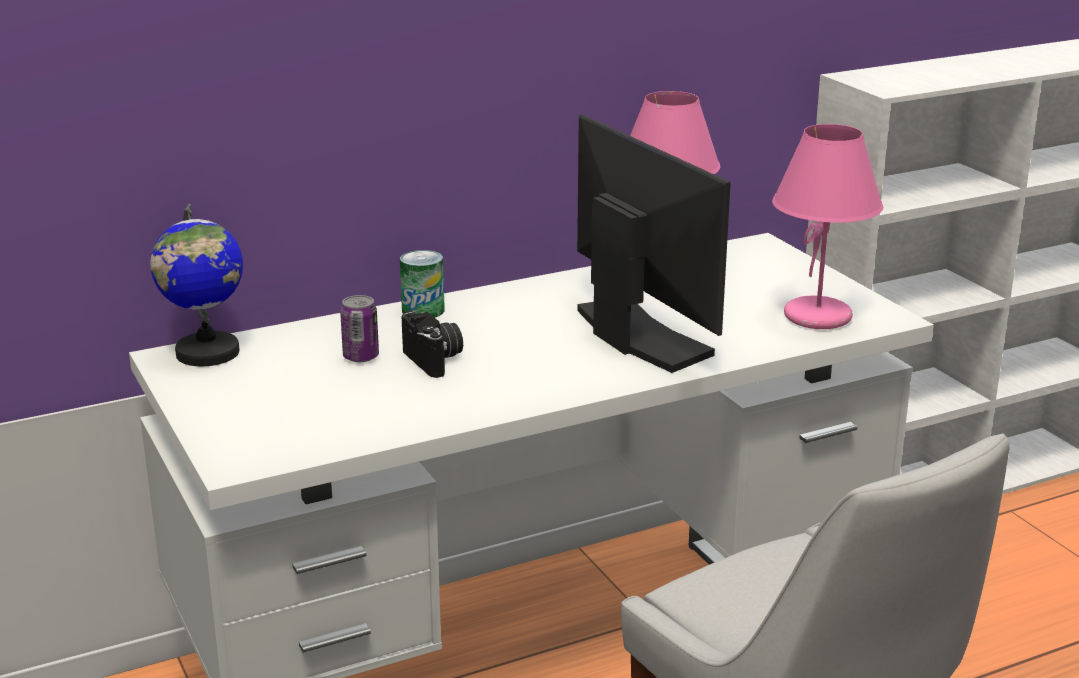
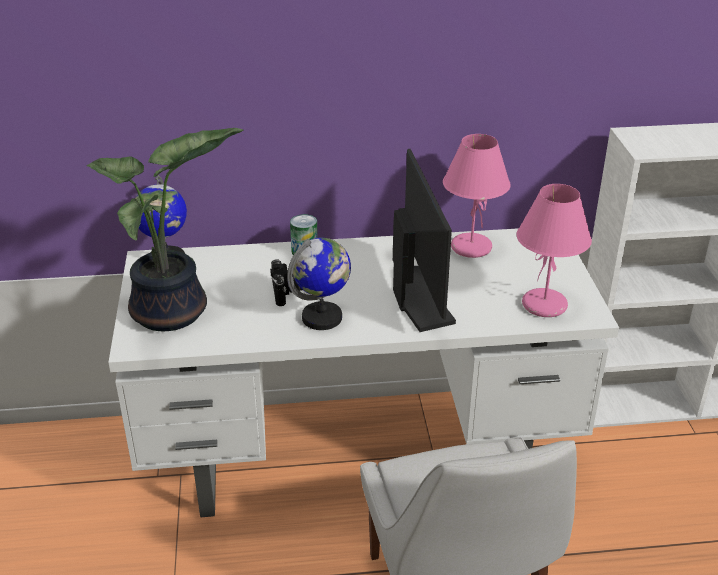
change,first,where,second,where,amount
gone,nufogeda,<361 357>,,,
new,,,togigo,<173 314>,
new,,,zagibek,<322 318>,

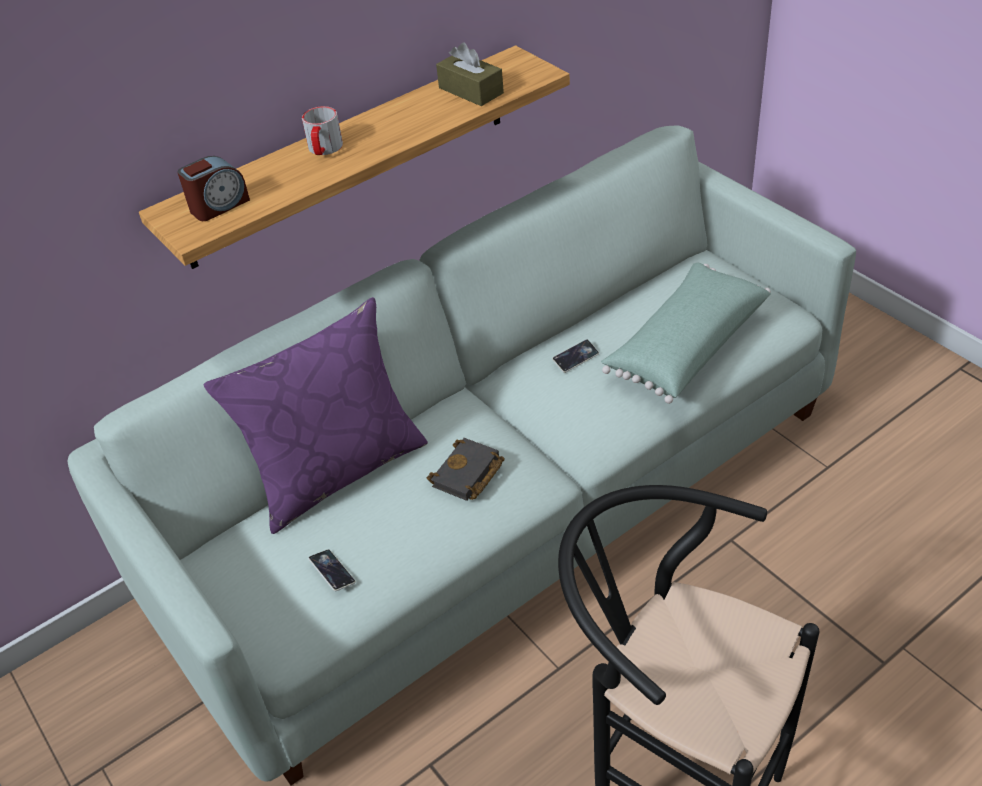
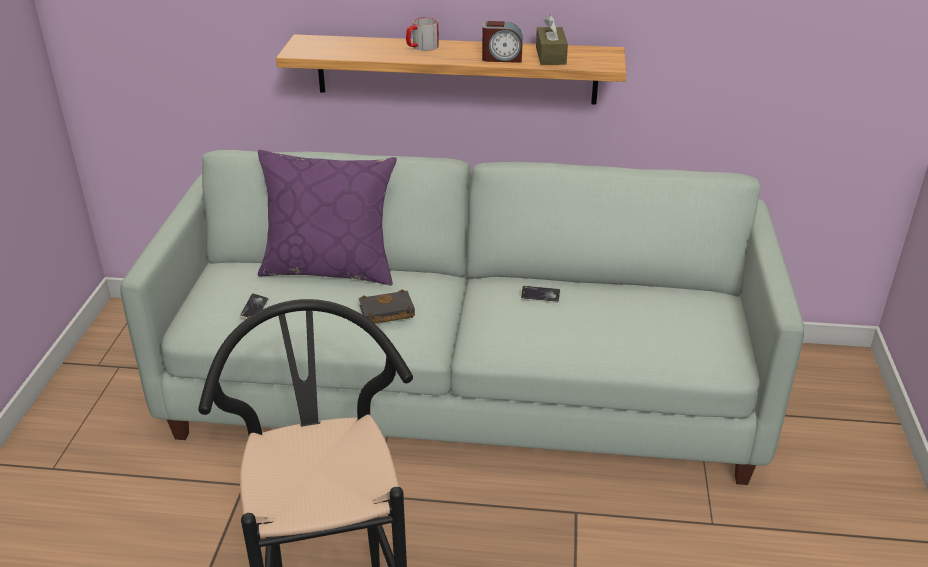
change,first,where,second,where,amount
shifted,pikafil,<219 206>,,<502 58>,
gone,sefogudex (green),<685 346>,,,

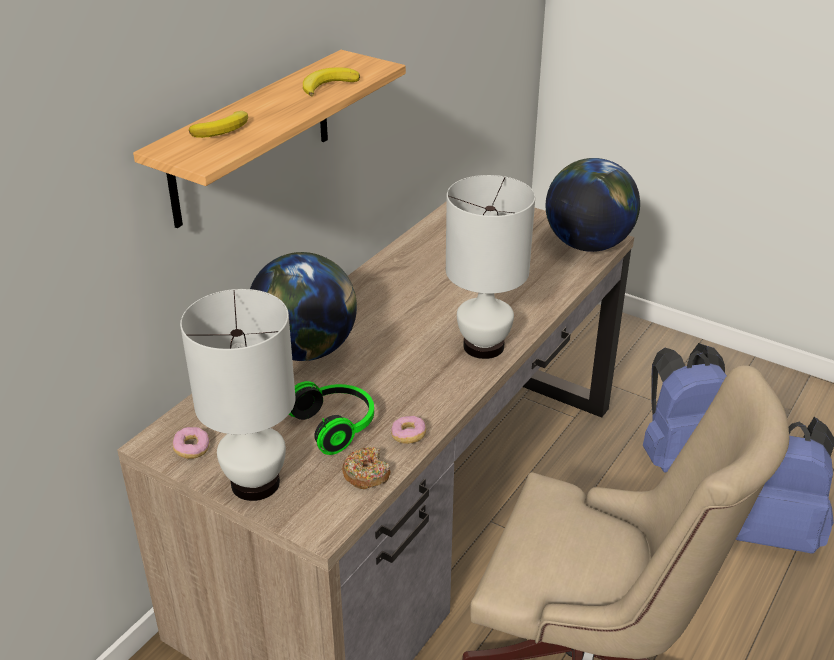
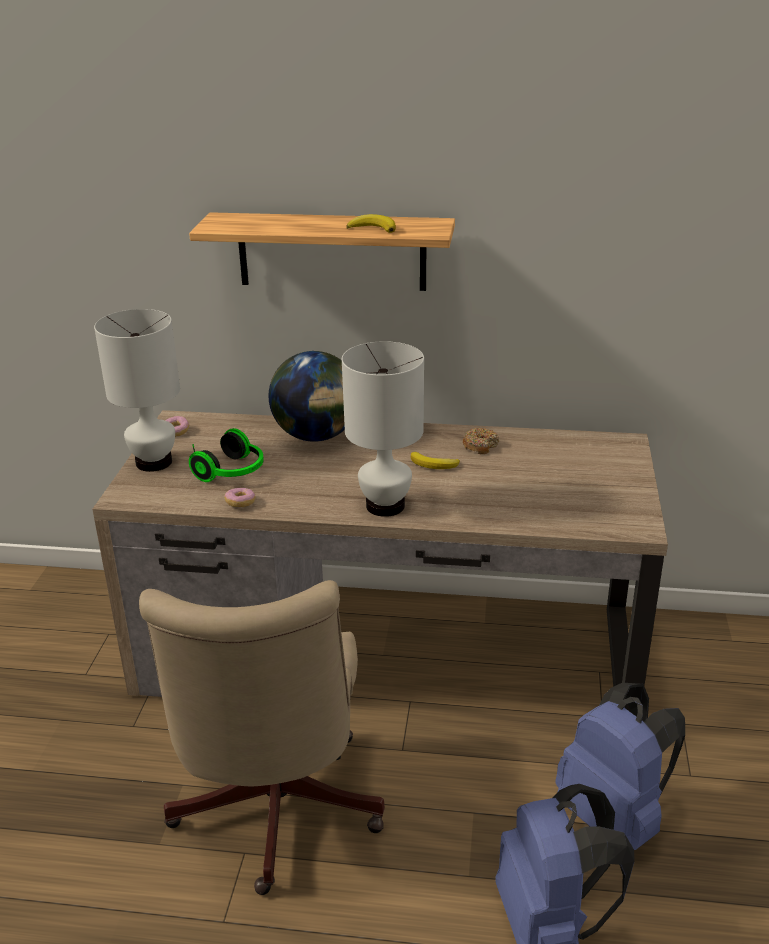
change,first,where,second,where,amount
shifted,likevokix,<223 129>,,<434 465>,
shifted,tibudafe,<366 474>,,<480 446>,
gone,zagibek,<587 244>,,,

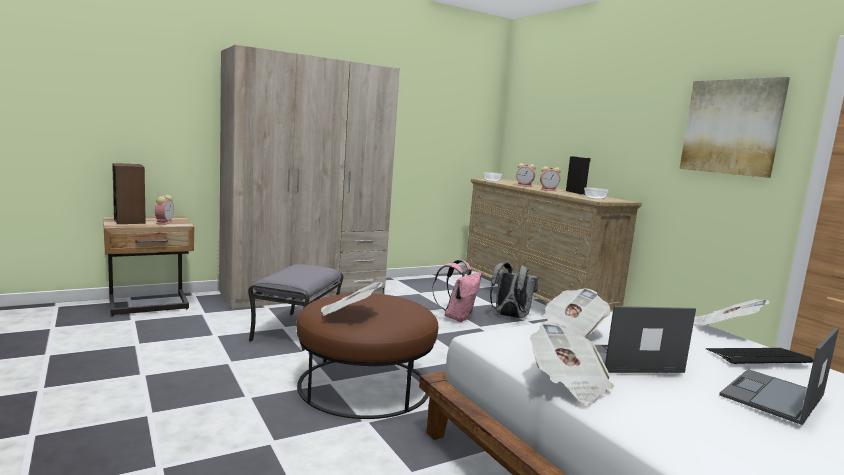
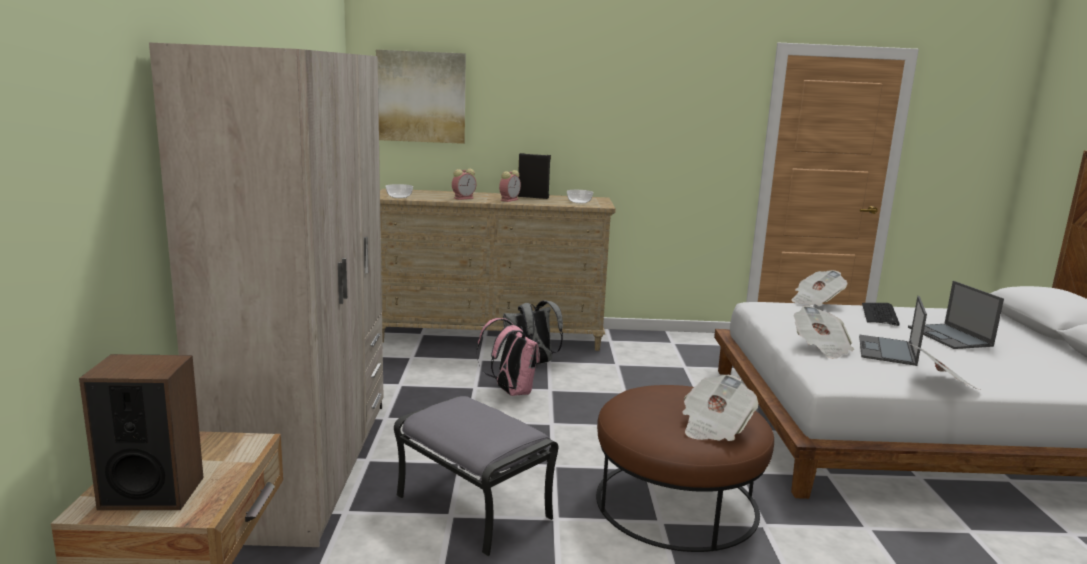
change,first,where,second,where,amount
gone,pikafil,<164 222>,,,
shifted,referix,<731 127>,,<421 97>,

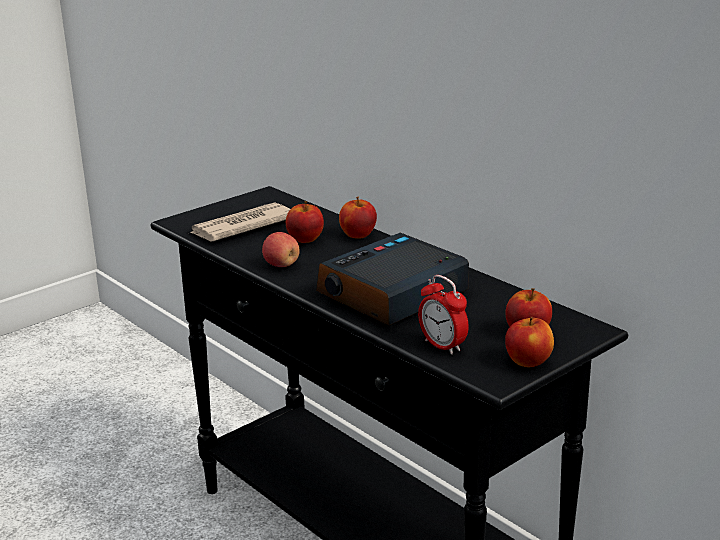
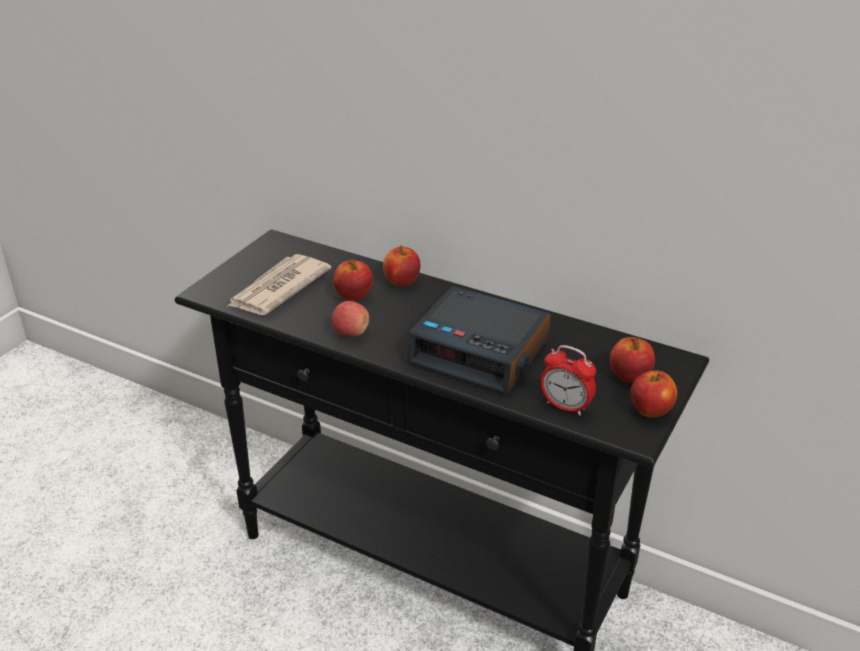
change,first,where,second,where,amount
rotated,pikafil,<392 294>,,<481 351>,90 degrees counterclockwise

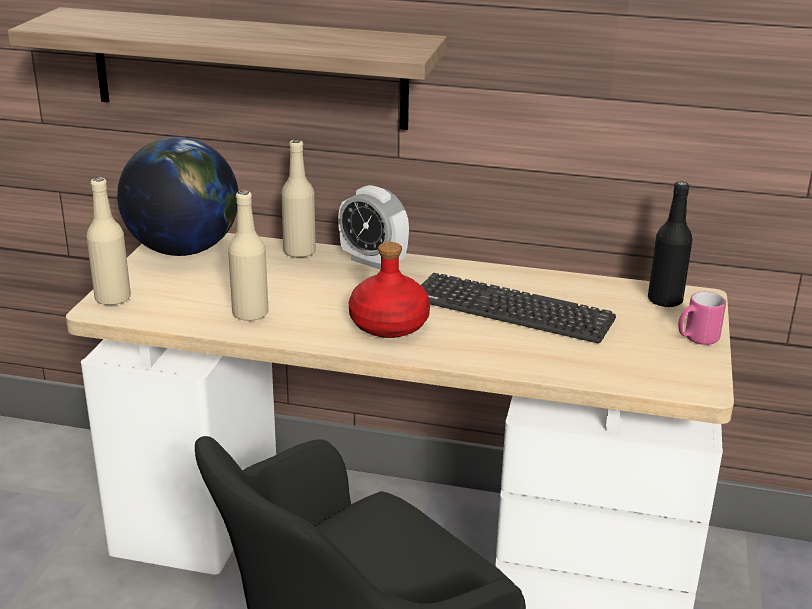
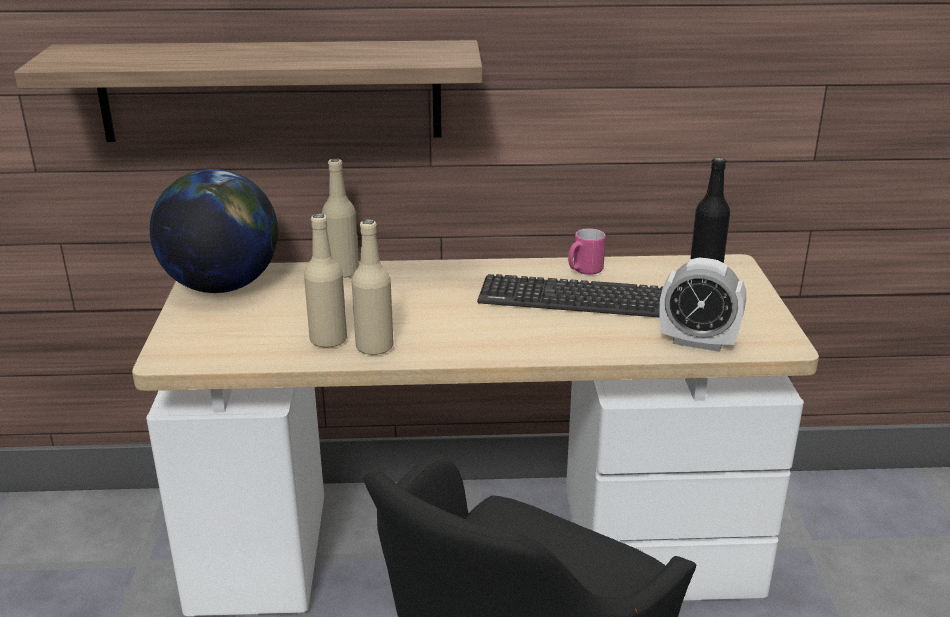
change,first,where,second,where,amount
shifted,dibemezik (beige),<113 299>,,<374 347>,
shifted,pikafil,<373 261>,,<697 342>,
gone,dibemezik (red),<388 325>,,,
shifted,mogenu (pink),<696 339>,,<584 271>,

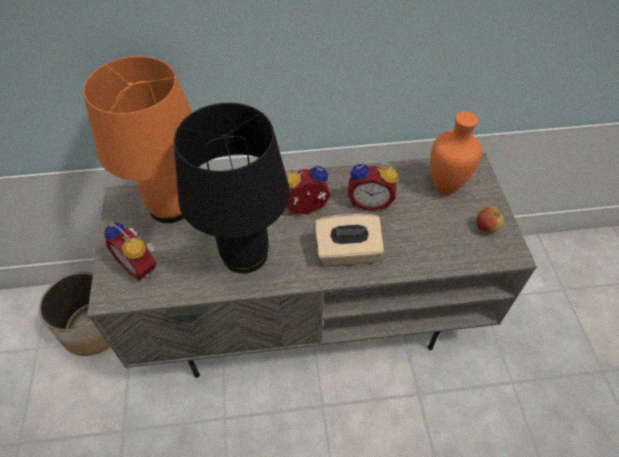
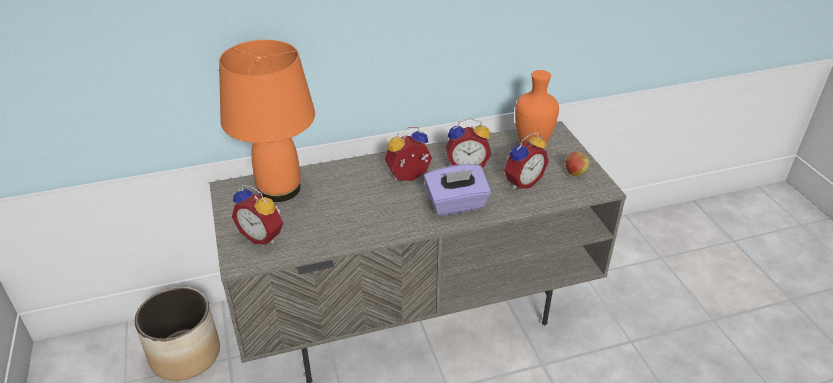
change,first,where,second,where,amount
gone,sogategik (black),<243 254>,,,
repainted,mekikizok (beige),<347 253>,mekikizok (purple),<456 204>,
new,,,pikafil,<521 182>,

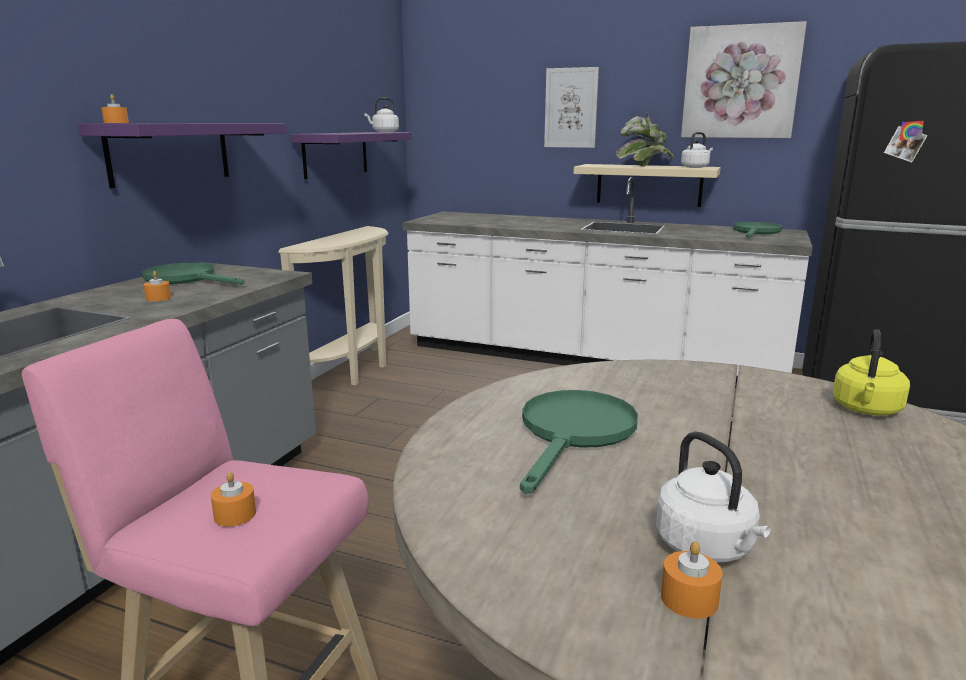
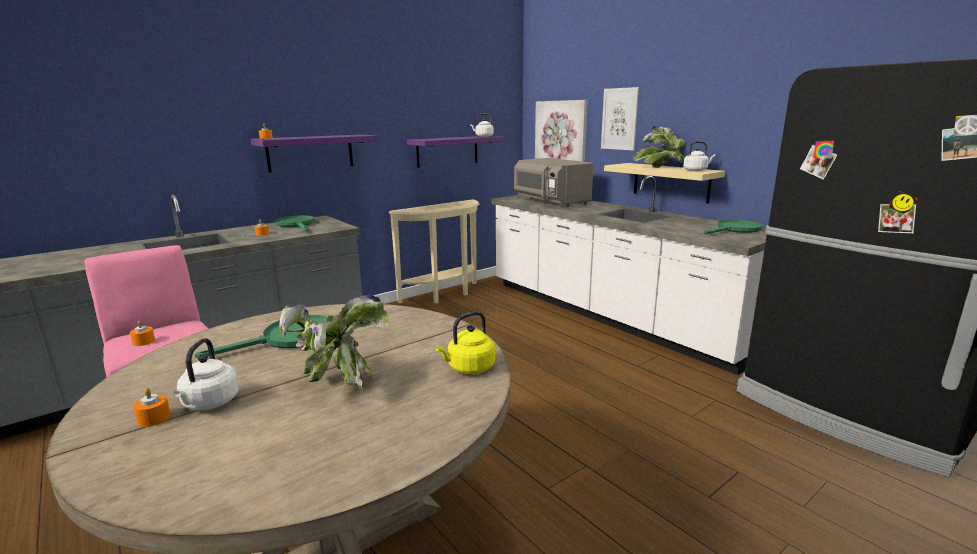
change,first,where,second,where,amount
shifted,referix,<740 82>,,<561 135>,
new,,,togigo,<337 381>,
new,,,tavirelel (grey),<551 201>,

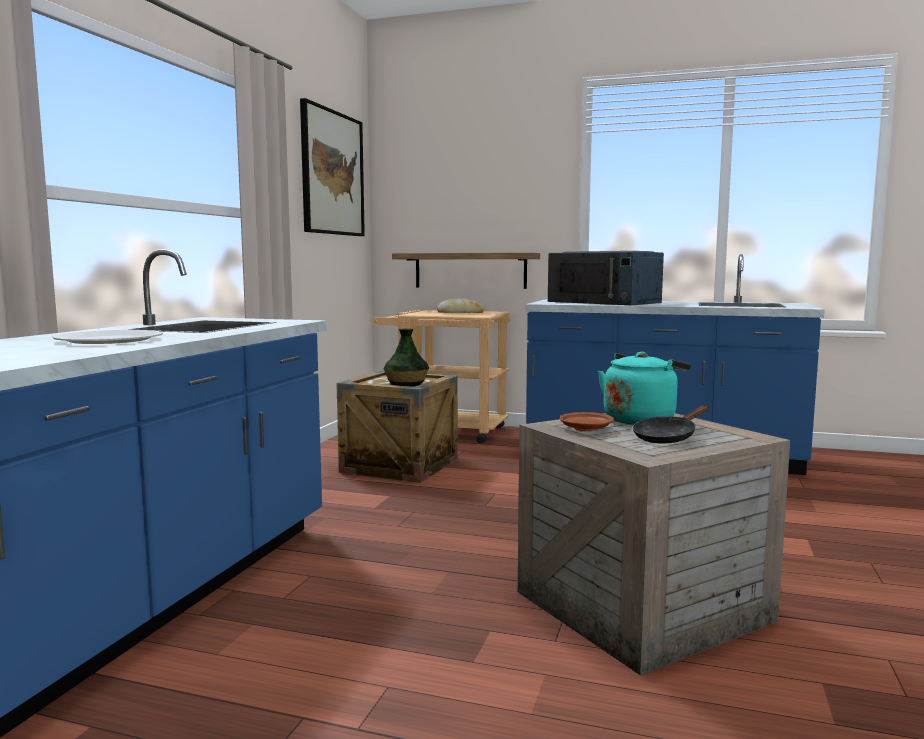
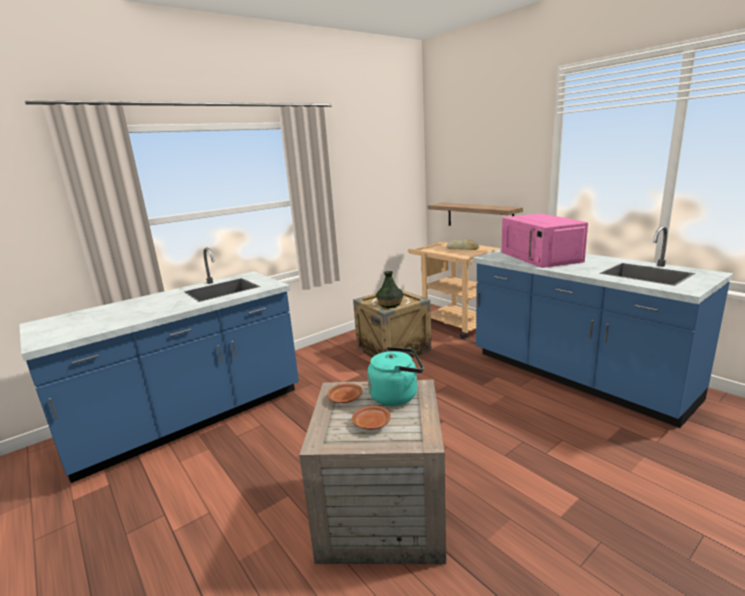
change,first,where,second,where,amount
gone,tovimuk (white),<110 340>,,,
gone,referix,<332 173>,,,
repainted,tavirelel (blue),<605 302>,tavirelel (pink),<541 257>,
swapped,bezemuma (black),<667 437>,tovimuk (brown),<371 423>,

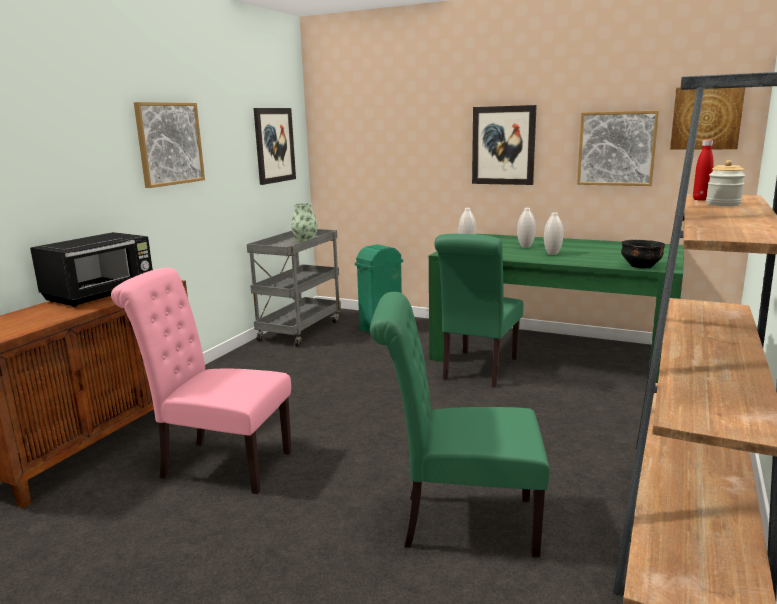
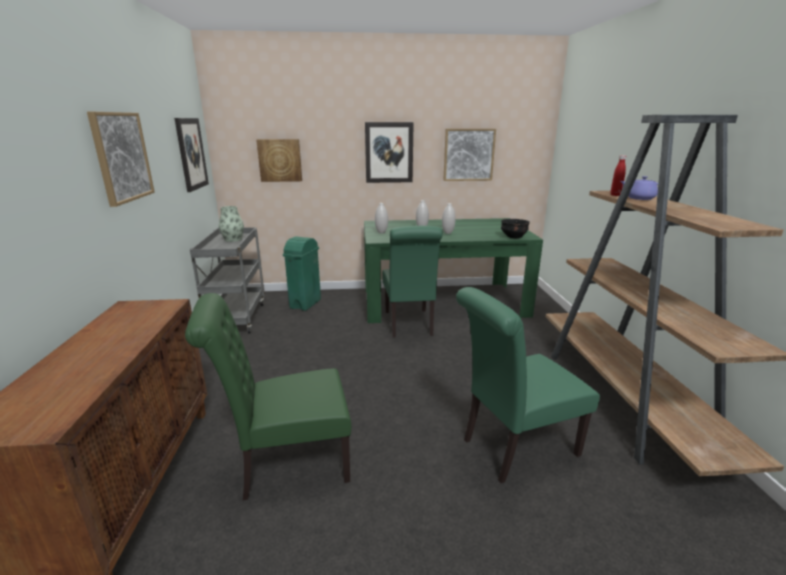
change,first,where,second,where,amount
gone,tavirelel (black),<101 294>,,,
repainted,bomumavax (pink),<219 464>,bomumavax (green),<287 465>,
shifted,referix,<706 118>,,<280 160>,
swapped,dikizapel,<723 204>,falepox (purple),<639 198>,

